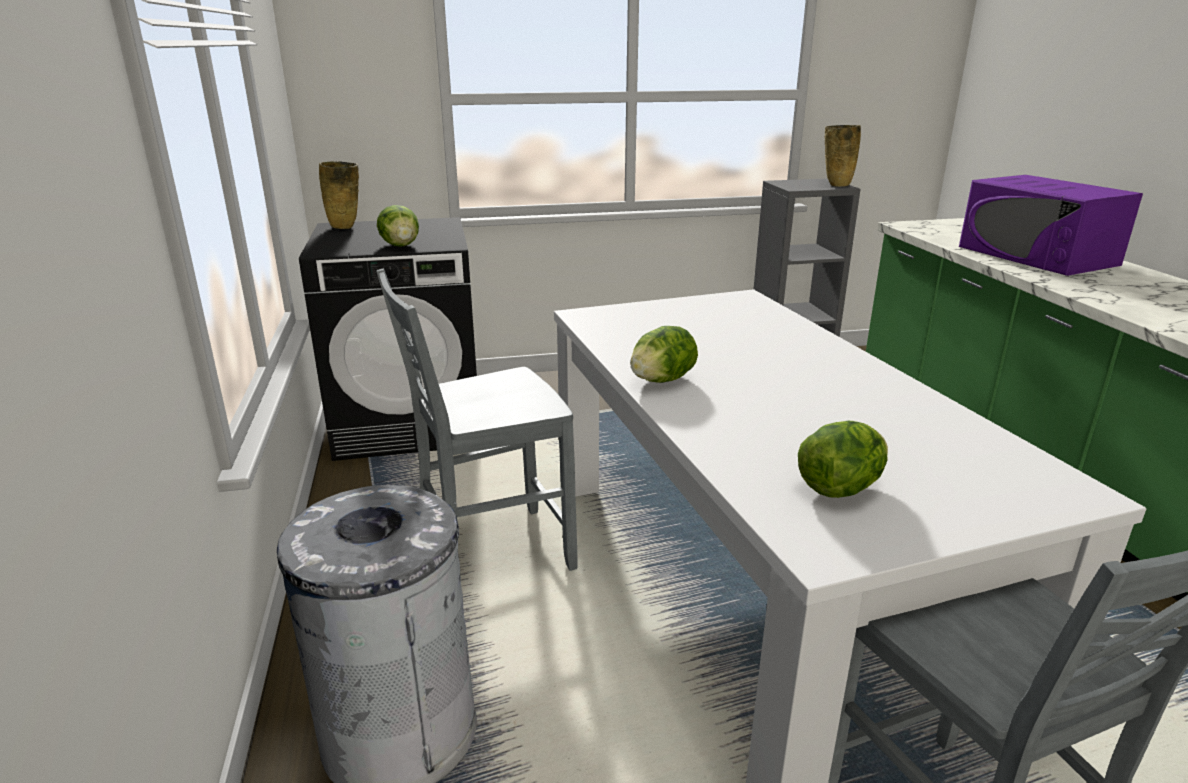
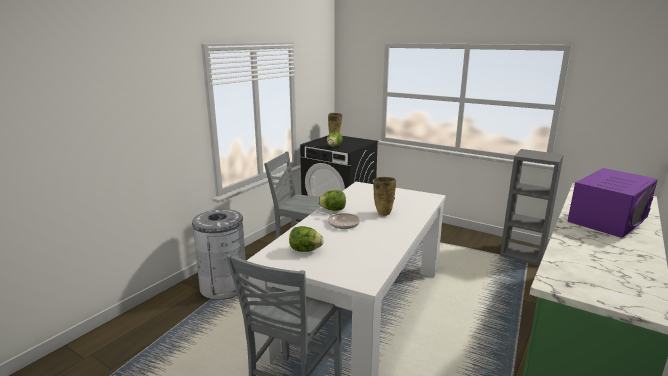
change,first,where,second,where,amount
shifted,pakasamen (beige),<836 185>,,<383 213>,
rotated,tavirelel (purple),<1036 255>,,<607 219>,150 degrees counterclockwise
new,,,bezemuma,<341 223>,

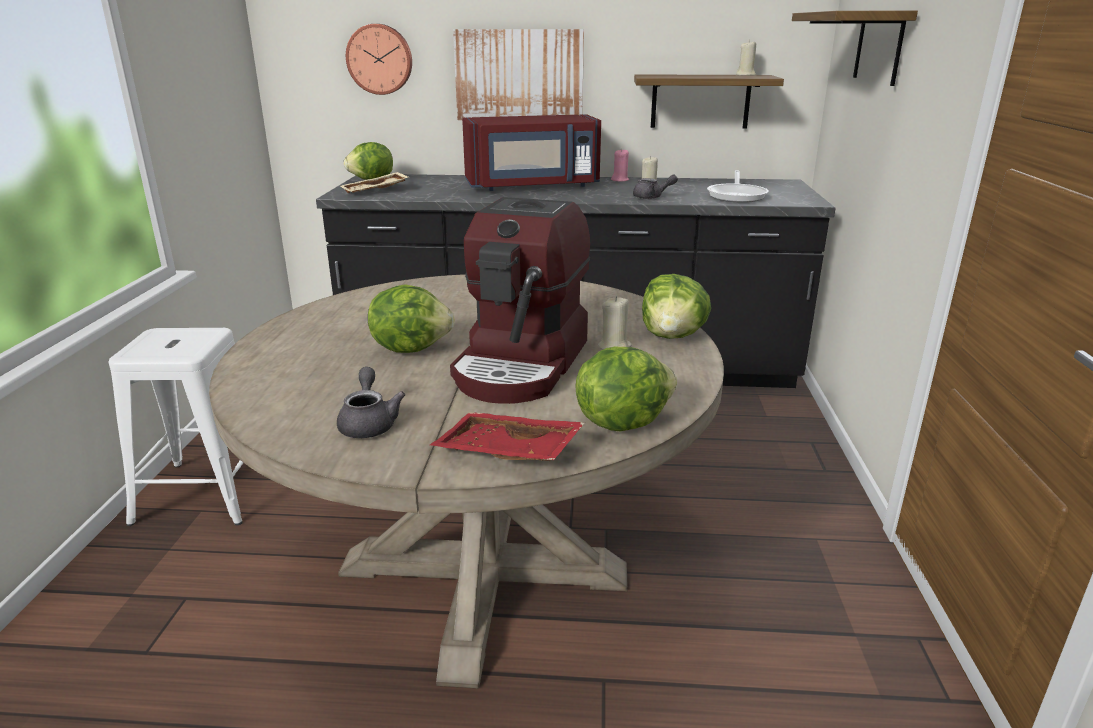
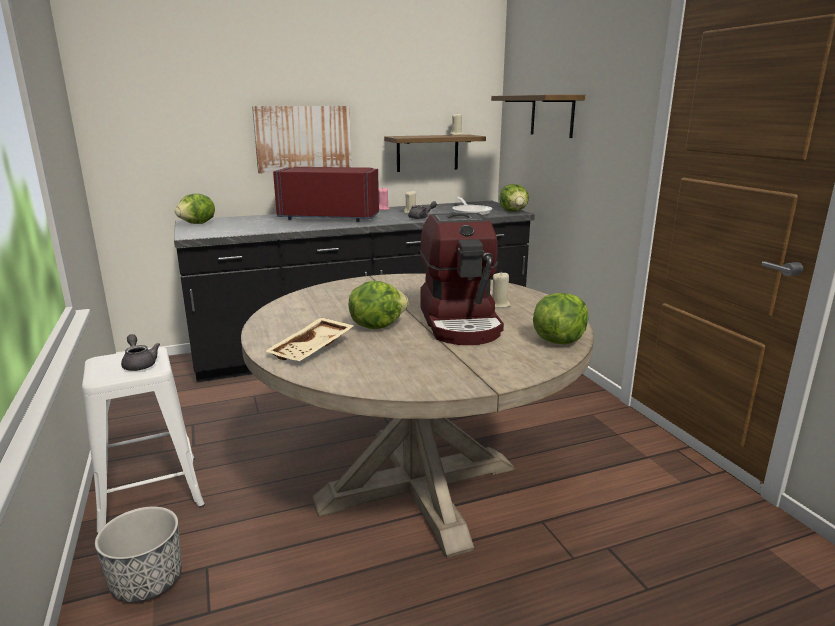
change,first,where,second,where,amount
shifted,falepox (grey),<369 423>,,<139 364>,
shifted,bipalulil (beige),<376 191>,,<312 349>,
gone,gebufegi,<380 59>,,,
gone,bipalulil (red),<507 453>,,,
rotated,tavirelel (red),<532 186>,,<330 217>,135 degrees counterclockwise
shifted,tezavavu,<673 336>,,<513 211>,
new,,,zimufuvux,<147 581>,

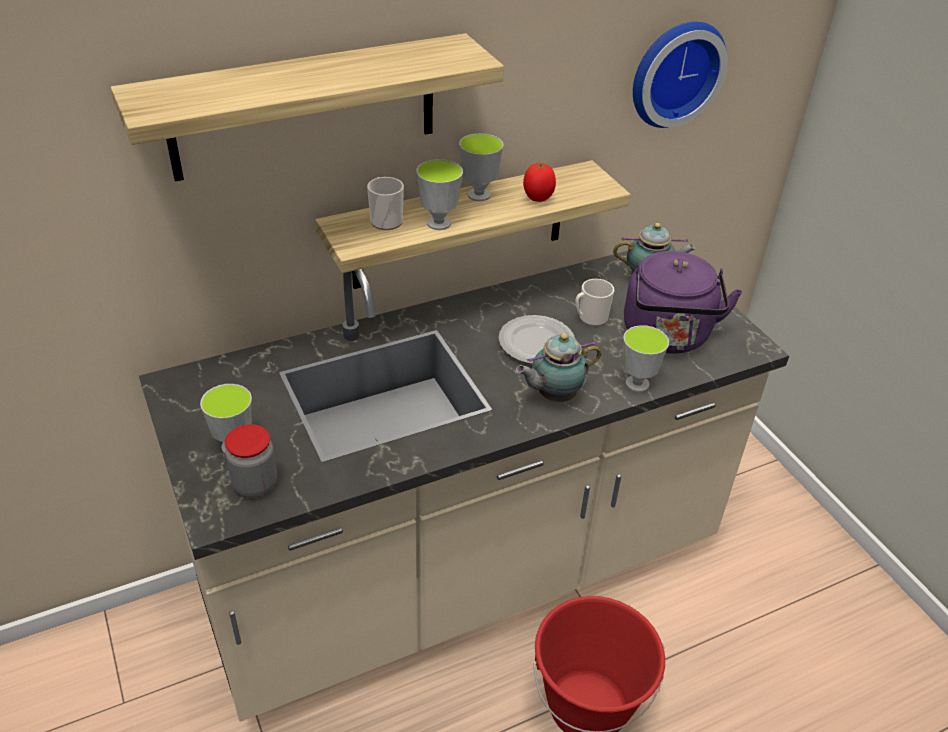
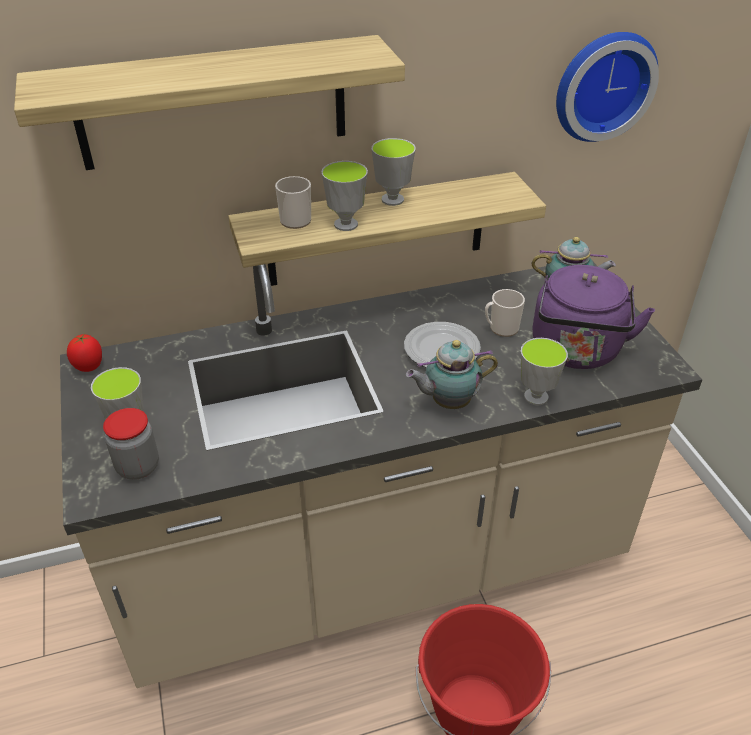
change,first,where,second,where,amount
shifted,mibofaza,<538 199>,,<89 367>,

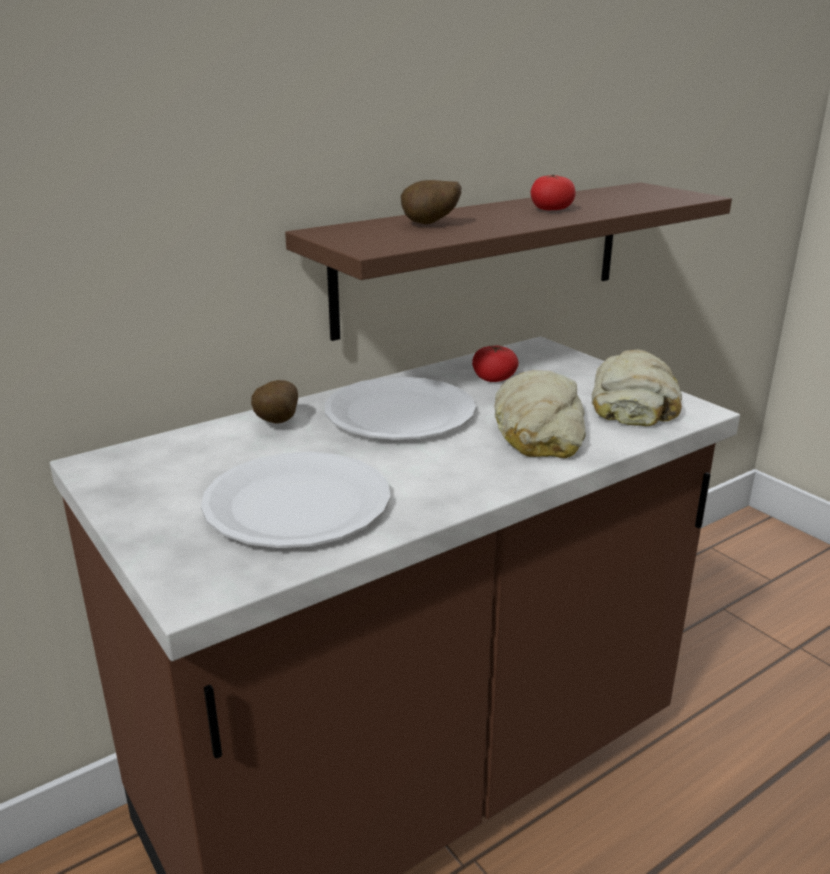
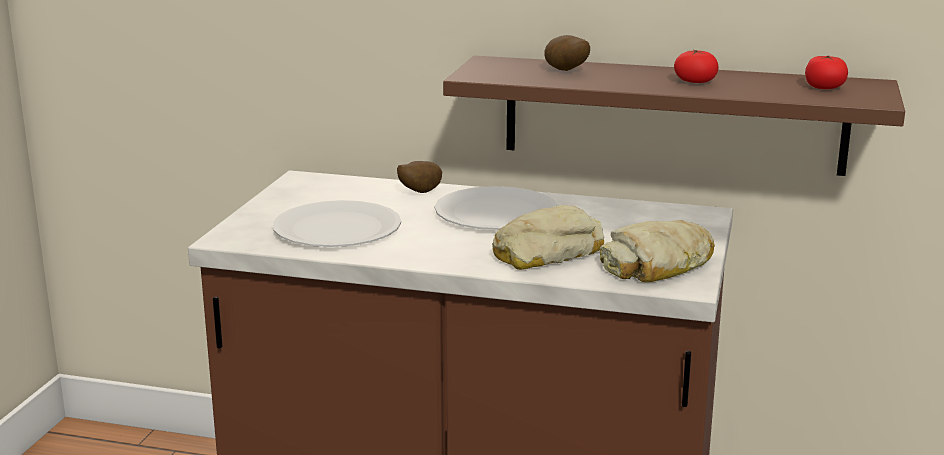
change,first,where,second,where,amount
shifted,mibofaza,<494 378>,,<824 87>,

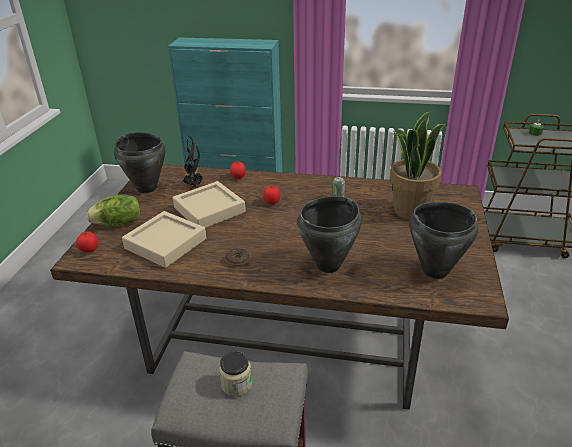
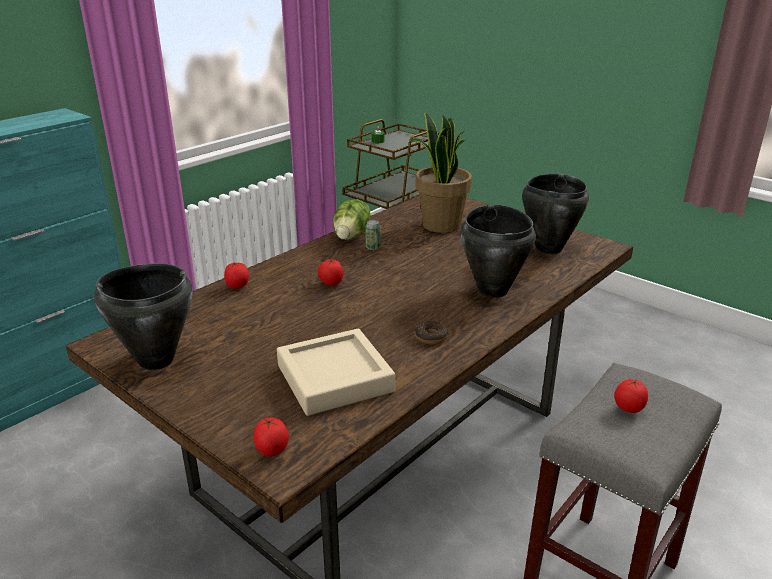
change,first,where,second,where,amount
shifted,tezavavu,<118 224>,,<352 236>,
gone,bipalulil (beige),<209 210>,,,
gone,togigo,<195 185>,,,
swapped,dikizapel,<236 384>,mibofaza,<628 409>,

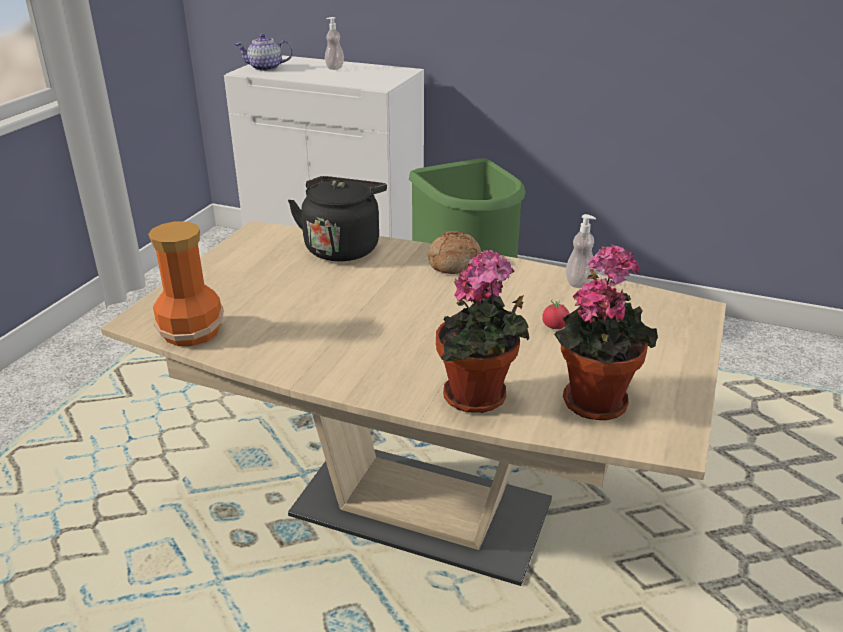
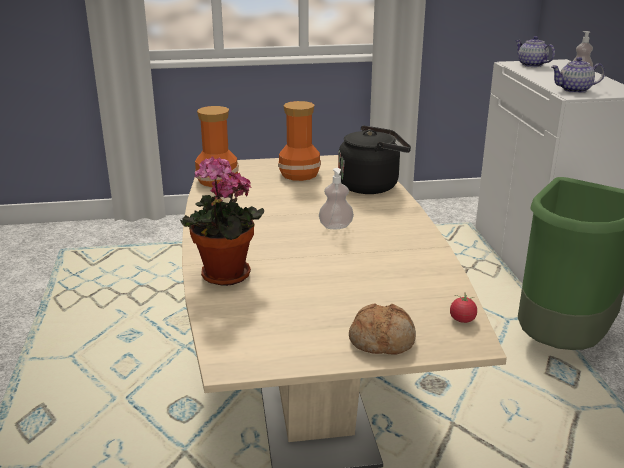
change,first,where,second,where,amount
shifted,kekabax,<453 262>,,<382 340>,
shifted,mibofaza,<555 326>,,<462 319>,
gone,togigo,<594 398>,,,
shifted,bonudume,<578 282>,,<336 226>,
new,,,pakasamen,<299 174>,
new,,,falepox,<574 90>,

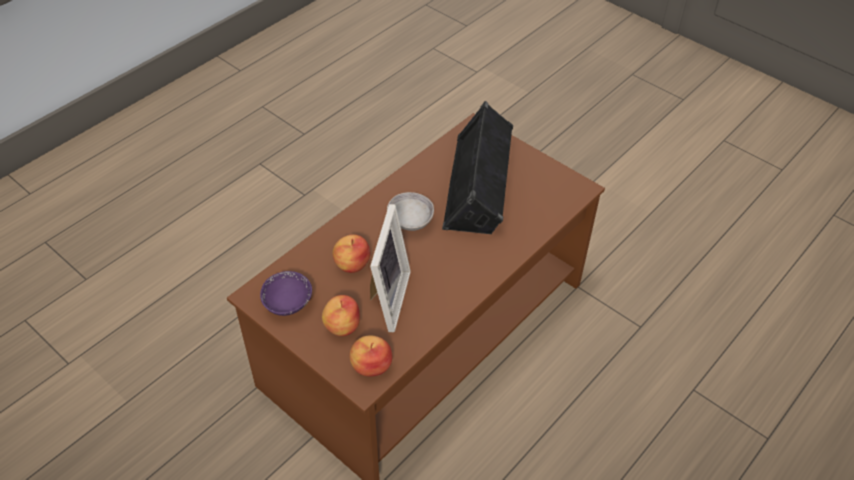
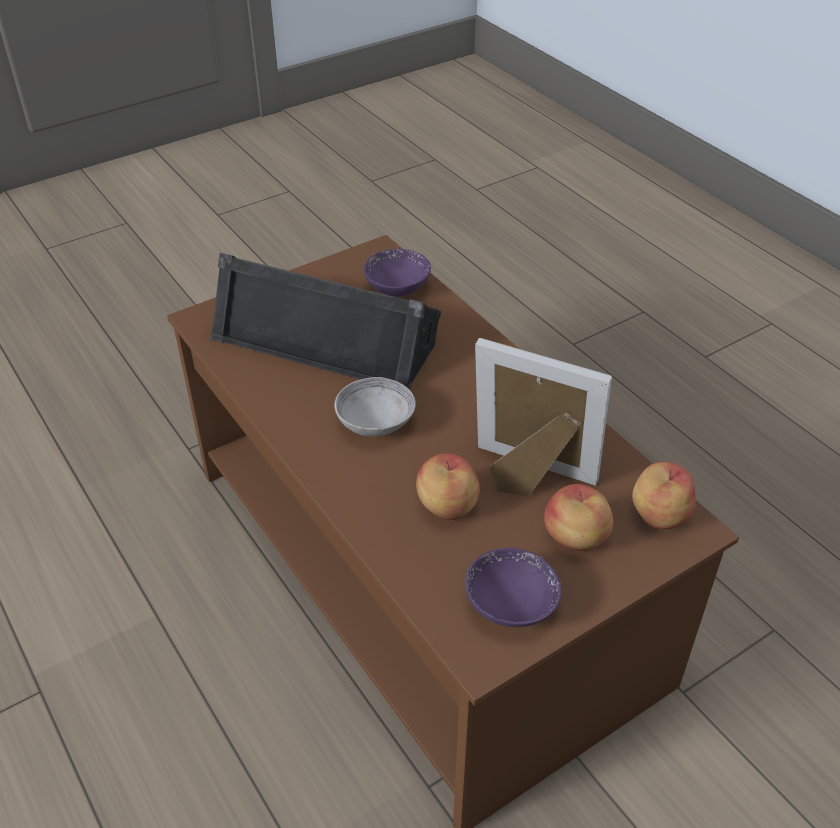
change,first,where,second,where,amount
new,,,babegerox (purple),<397 287>,

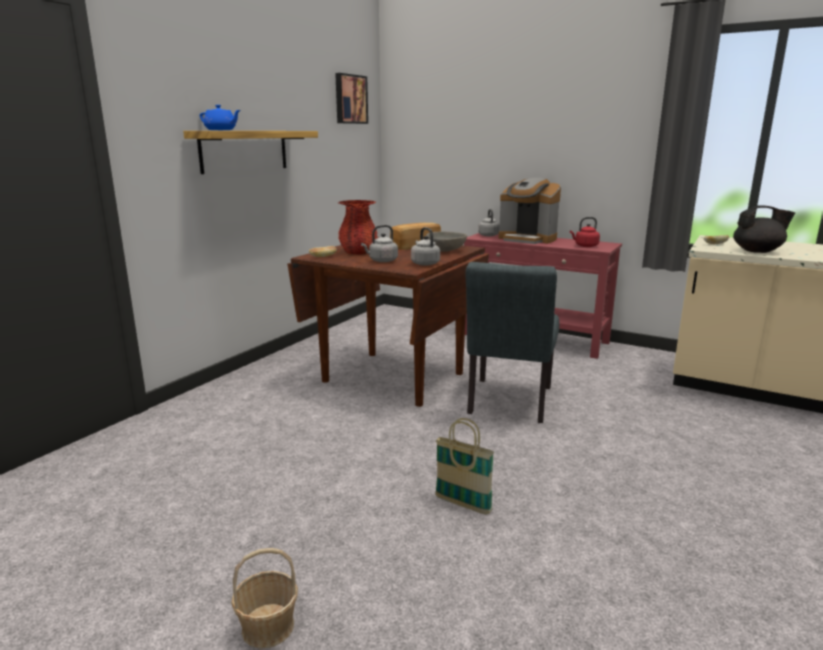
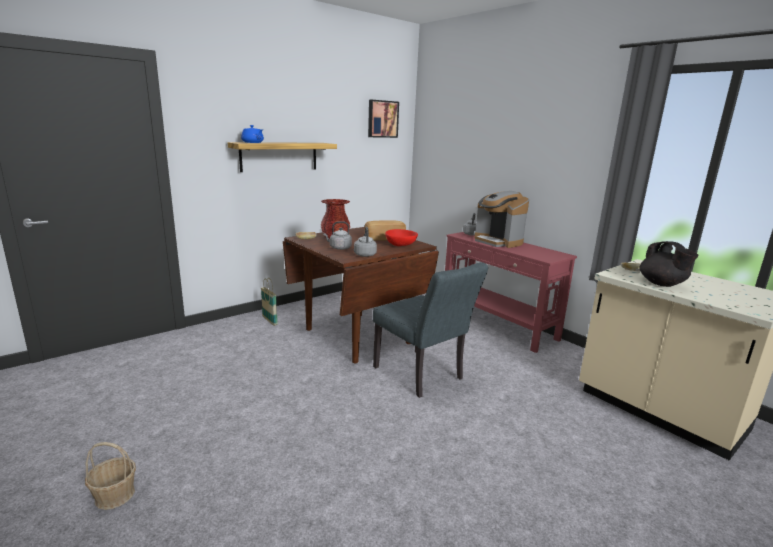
change,first,where,second,where,amount
repainted,babegerox (grey),<445 250>,babegerox (red),<400 245>,
shifted,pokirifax,<462 504>,,<269 321>,
rotated,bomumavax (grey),<508 403>,,<422 376>,75 degrees counterclockwise
gone,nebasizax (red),<585 246>,,,
rotated,falepox (black),<758 251>,,<662 284>,45 degrees clockwise

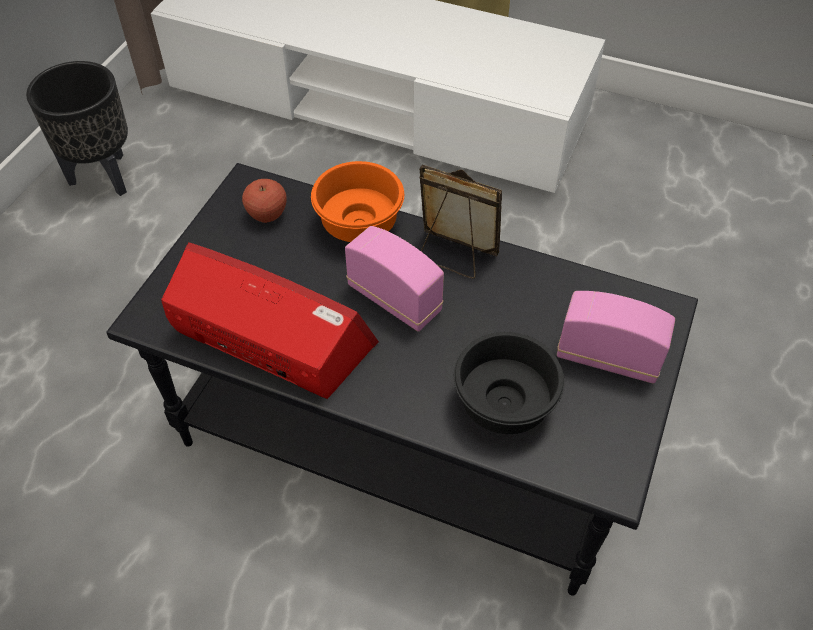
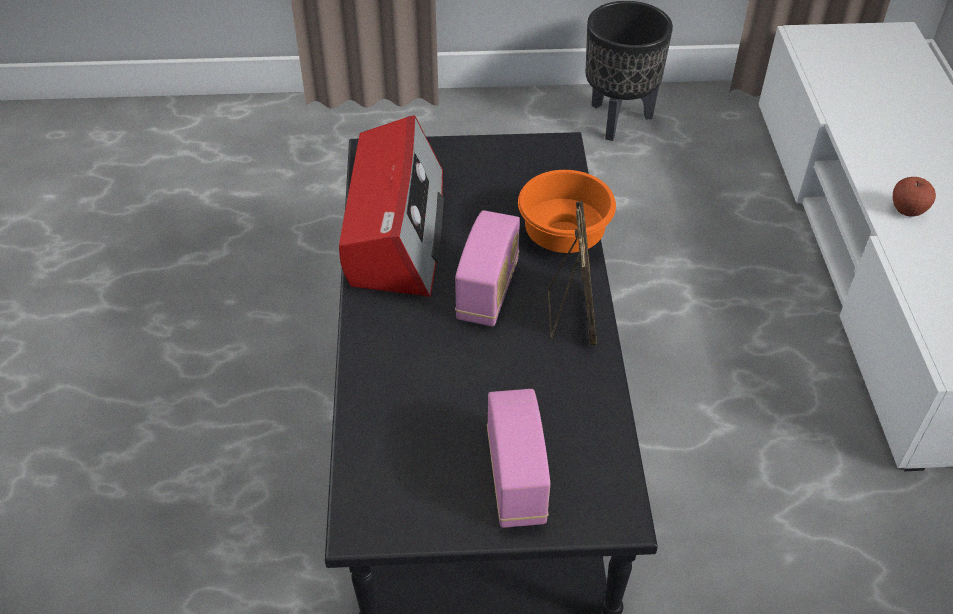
change,first,where,second,where,amount
shifted,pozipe,<267 215>,,<907 210>,
gone,babegerox (black),<506 401>,,,

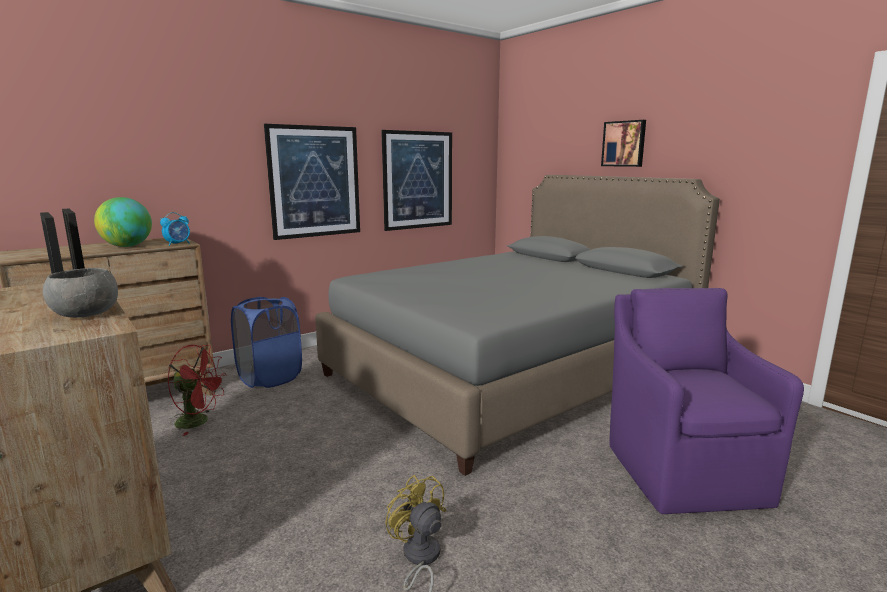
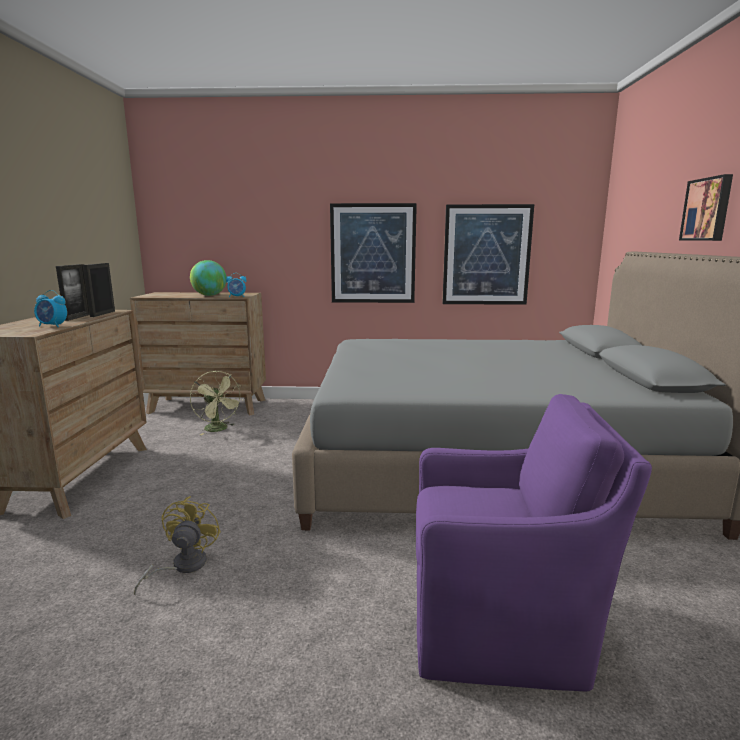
change,first,where,second,where,amount
swapped,babegerox (grey),<86 314>,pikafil,<52 326>,
repainted,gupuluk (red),<199 422>,gupuluk (green),<219 429>,
gone,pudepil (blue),<270 378>,,,
rotated,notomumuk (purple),<683 471>,,<501 627>,60 degrees clockwise

